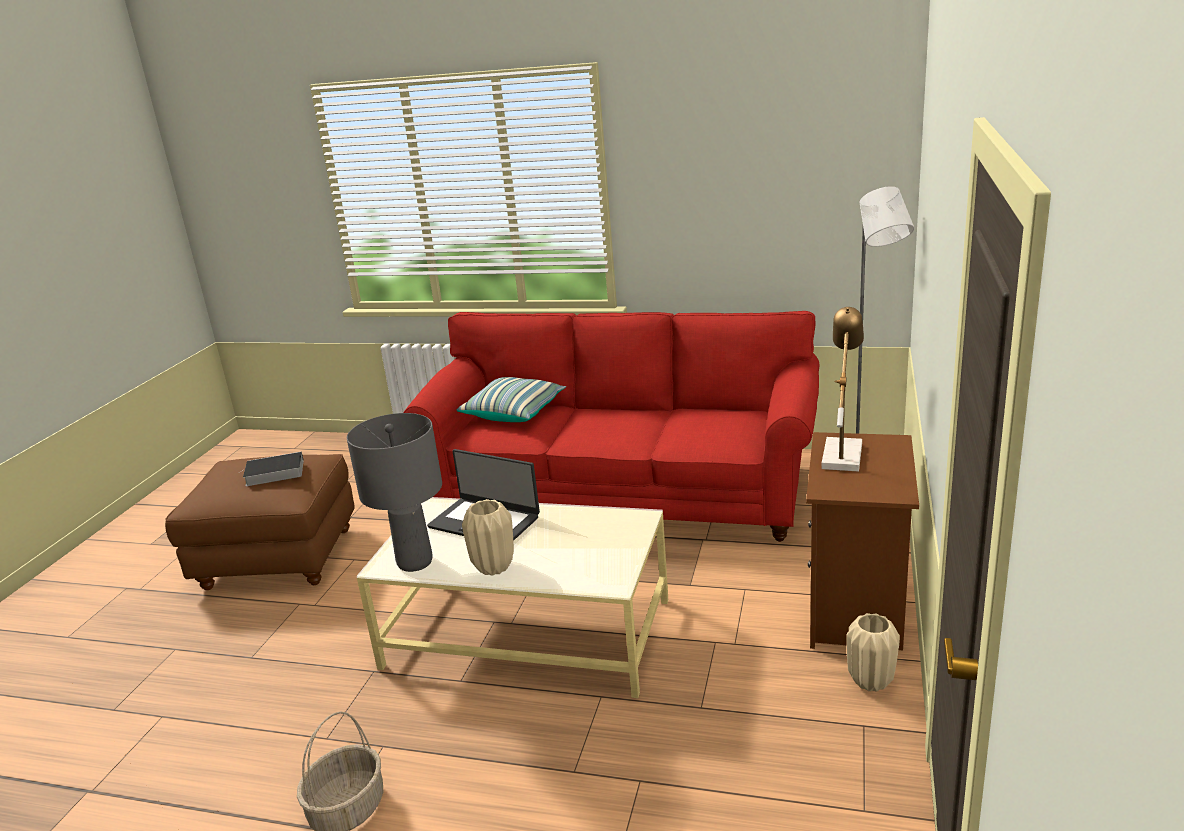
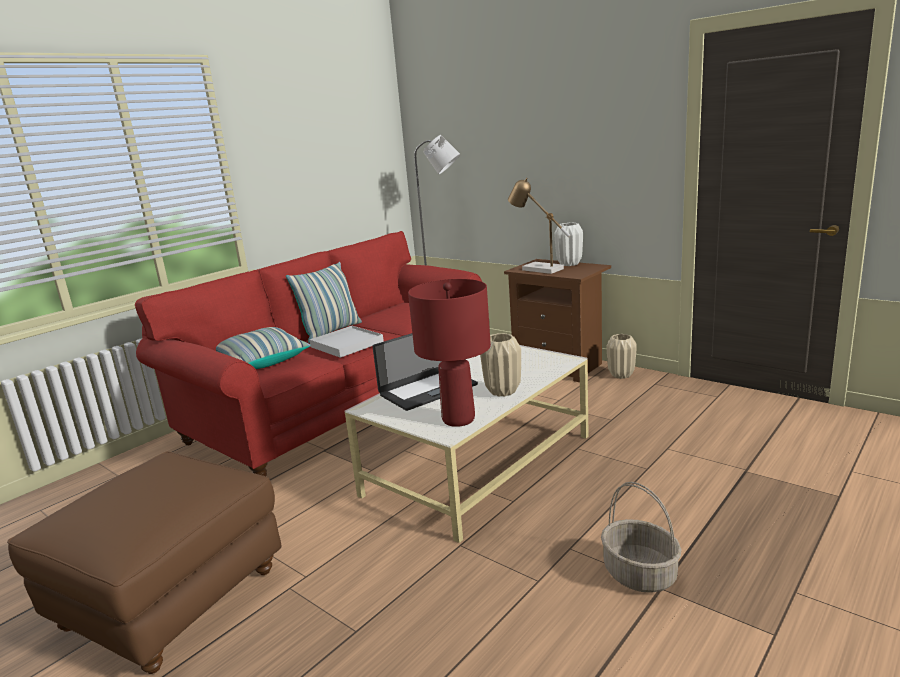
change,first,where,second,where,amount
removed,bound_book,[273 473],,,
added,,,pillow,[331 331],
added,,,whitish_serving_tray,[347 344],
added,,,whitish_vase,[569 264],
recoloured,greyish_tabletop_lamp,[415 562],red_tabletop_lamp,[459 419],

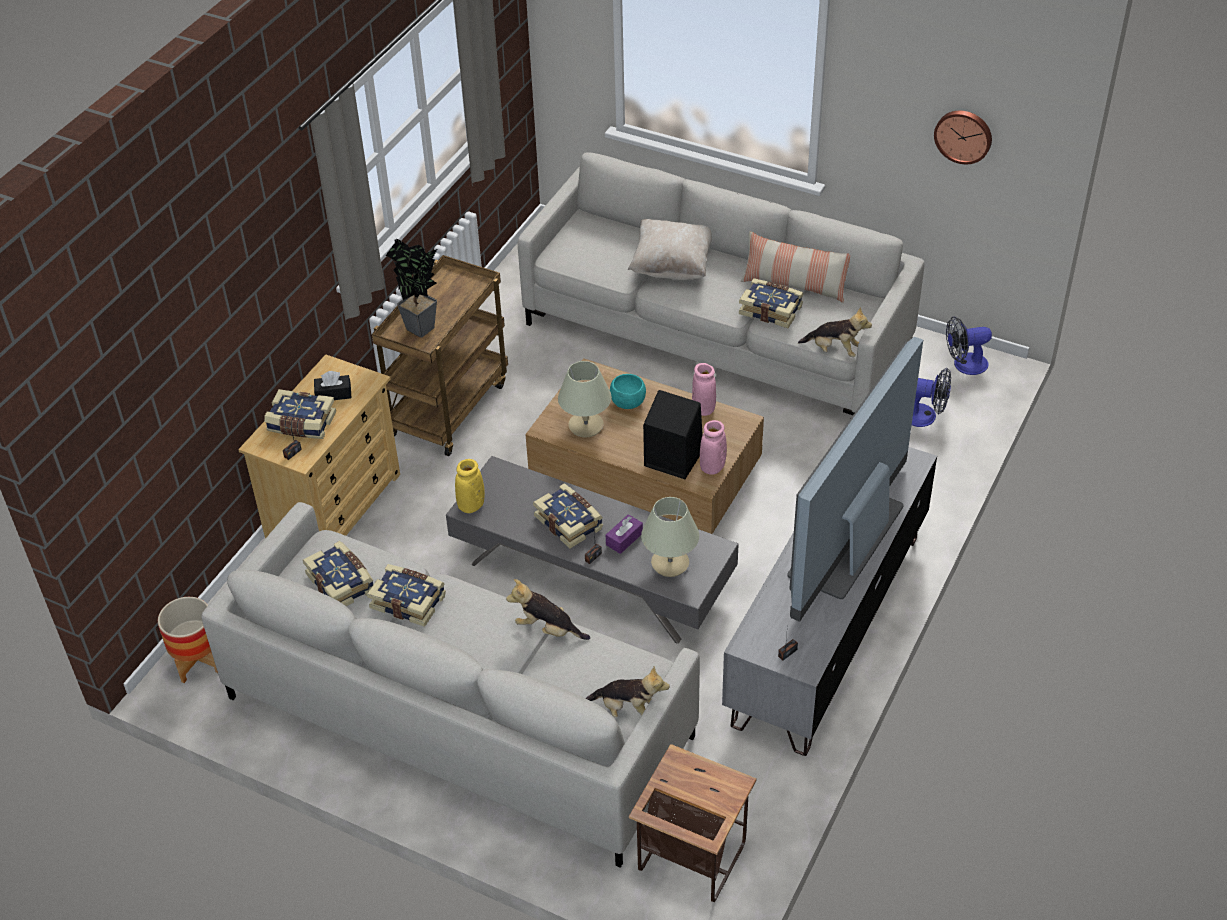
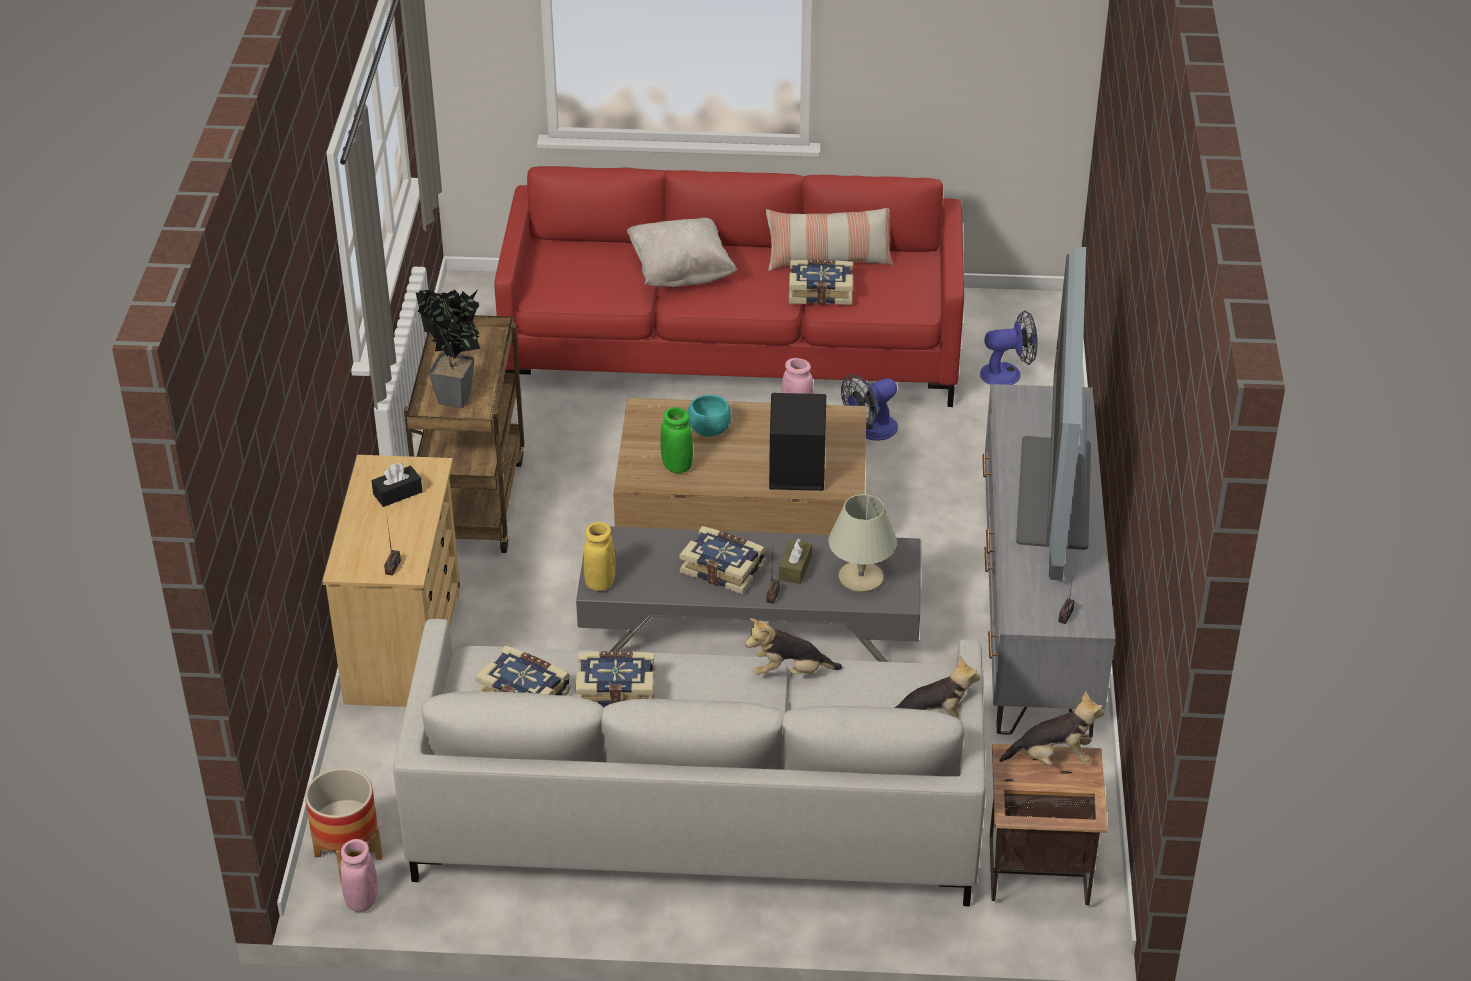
change,first,where,second,where,amount
removed,bound_book,[301 424],,,
removed,clock_on_the_wall,[963 135],,,
moved,pink_vase,[712 467],,[361 900],
moved,cuddly_toy,[834 350],,[1053 757],
moved,cooling_fan,[964 365],,[870 430],
replaced,beige-coloured_tabletop_lamp,[585 426],green-coloured_vase,[677 466],
recoloured,greyish_settee,[716 336],red_settee,[733 350],
recoloured,purple_tissue_box,[624 539],brown_tissue_box,[795 568],

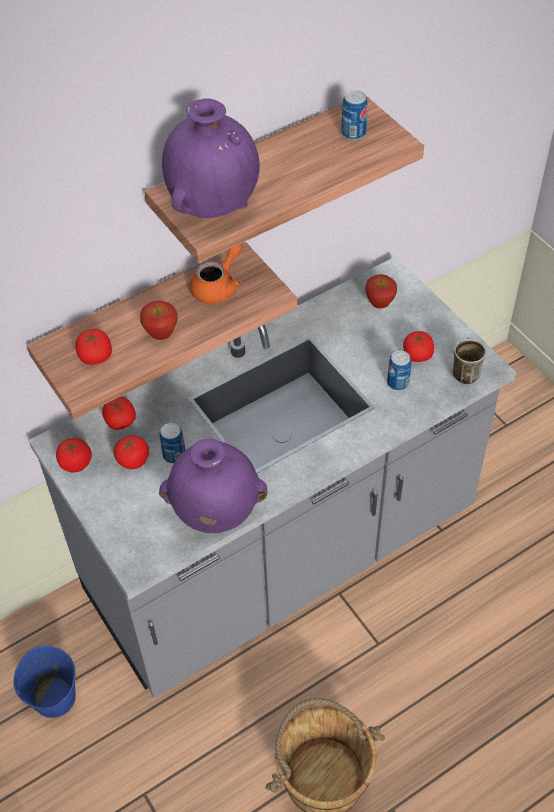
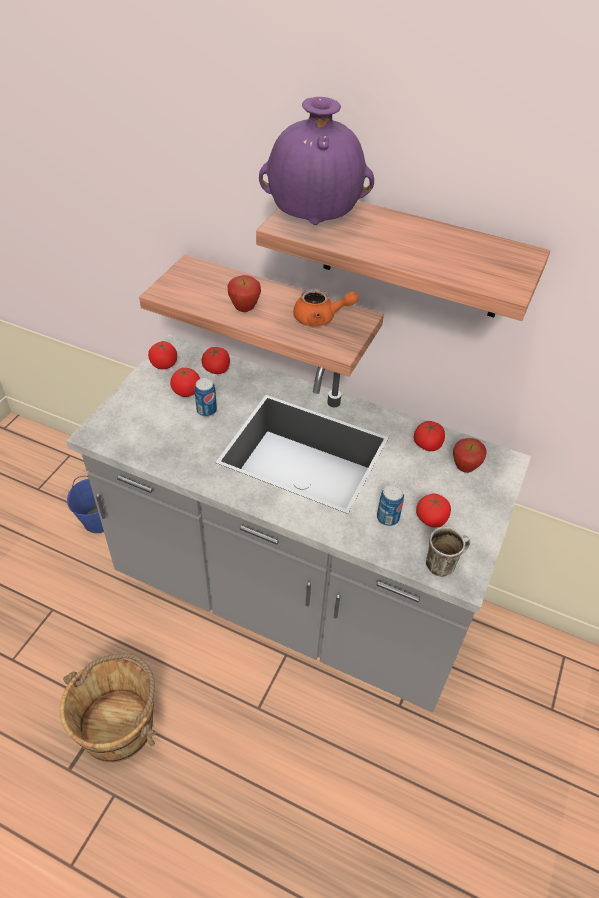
change,first,where,second,where,amount
removed,purple_vase,[215 513],,,
removed,sealed_can,[353 133],,,
moved,fresh_tomato,[95 356],,[427 444],

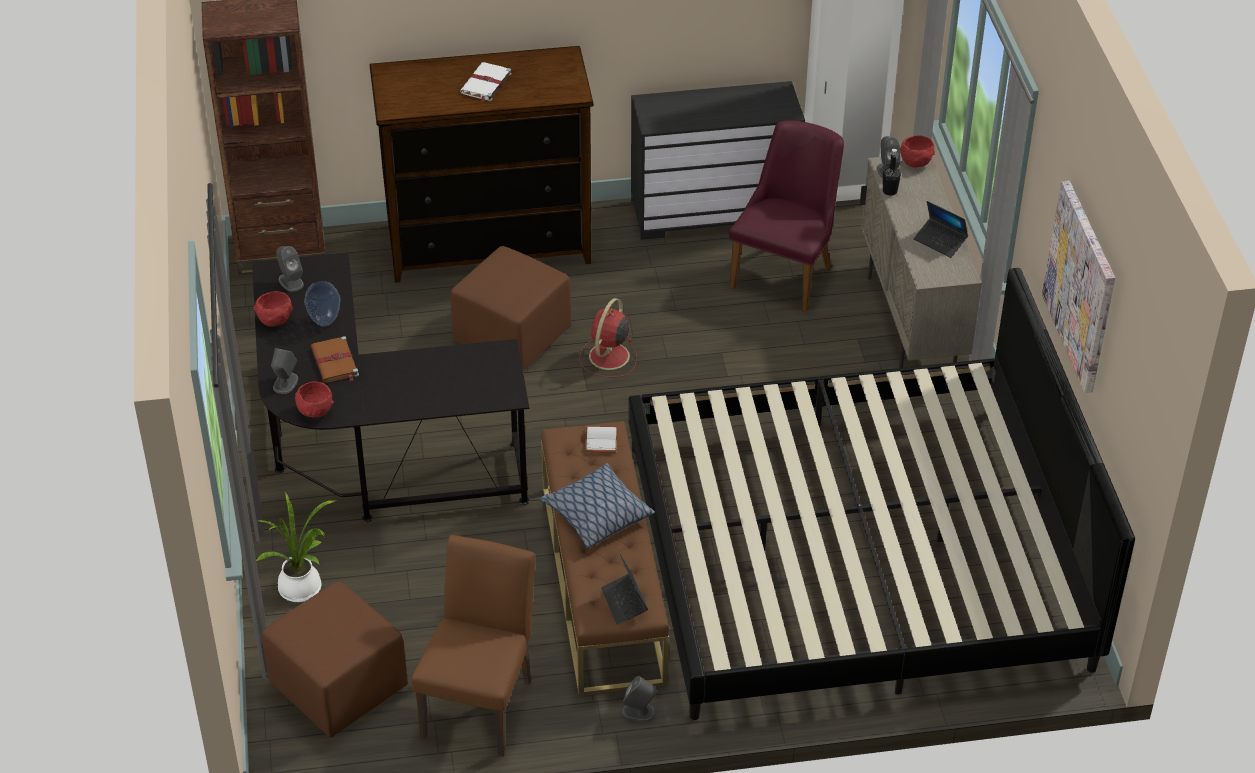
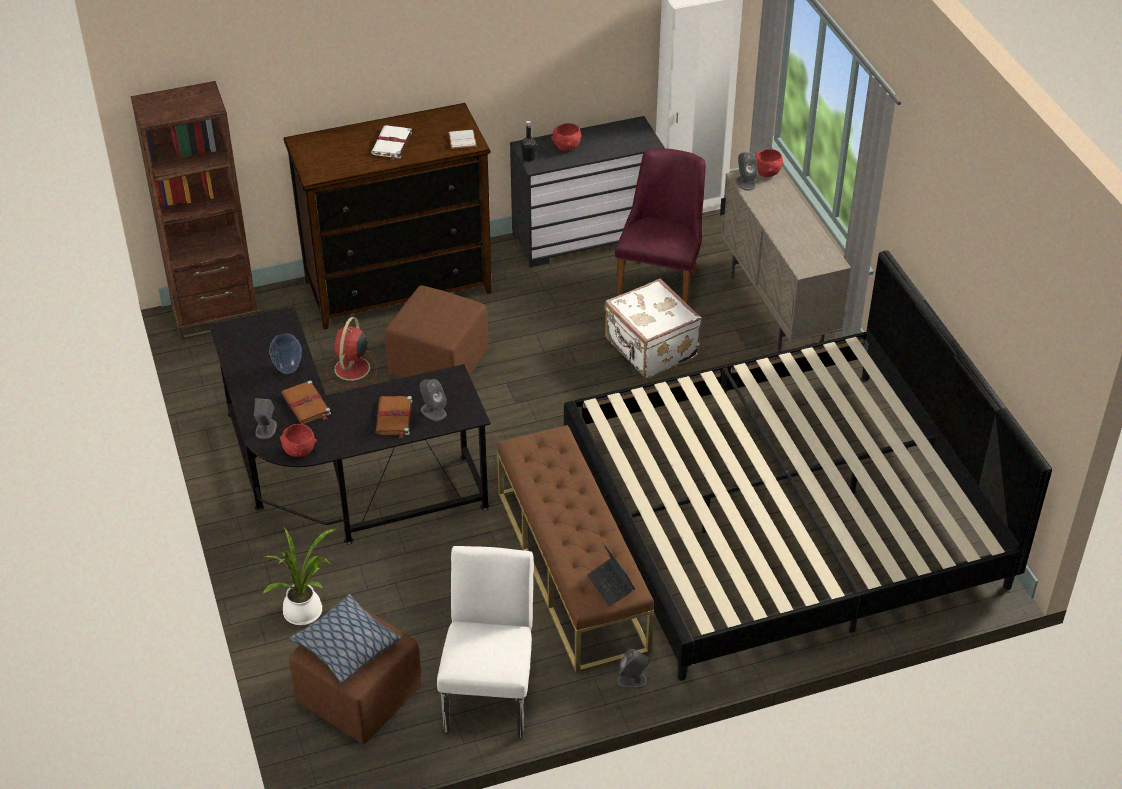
change,first,where,second,where,amount
removed,notebook_computer,[940 242],,,
removed,wall_art,[1081 286],,,
added,,,brown_bound_book,[394 418],
added,,,whitish_piece_of_luggage,[650 349],
moved,red_deep_dish,[275 320],,[567 147],
moved,greyish_speaker,[290 281],,[433 411],
moved,pillow,[596 515],,[346 646],
moved,red_cooling_fan,[608 357],,[351 369],
moved,whitish_bound_book,[600 440],,[461 140],
moved,black_beverage_bottle,[890 191],,[529 158],
recoloured,brown_plain_chair,[481 701],whitish_plain_chair,[490 691],

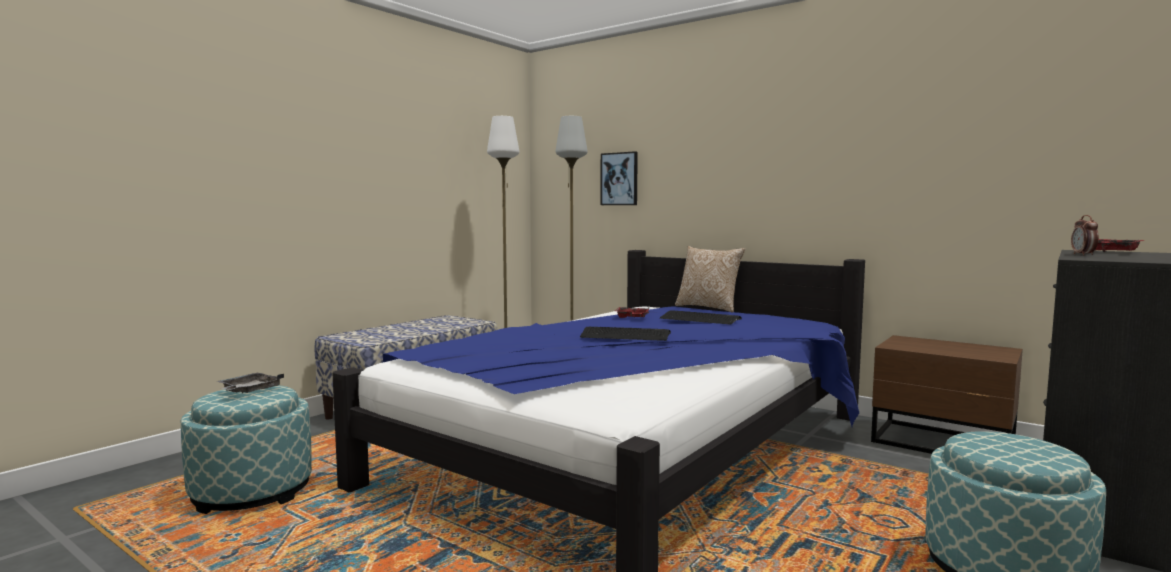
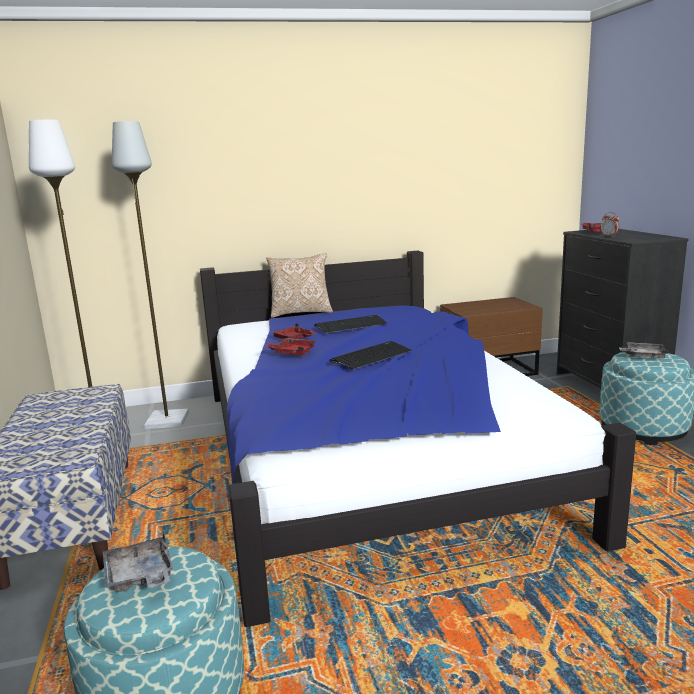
change,first,where,second,where,amount
removed,wall_art,[619 179],,,
added,,,red_serving_tray,[292 352],
added,,,greyish_serving_tray,[643 356],

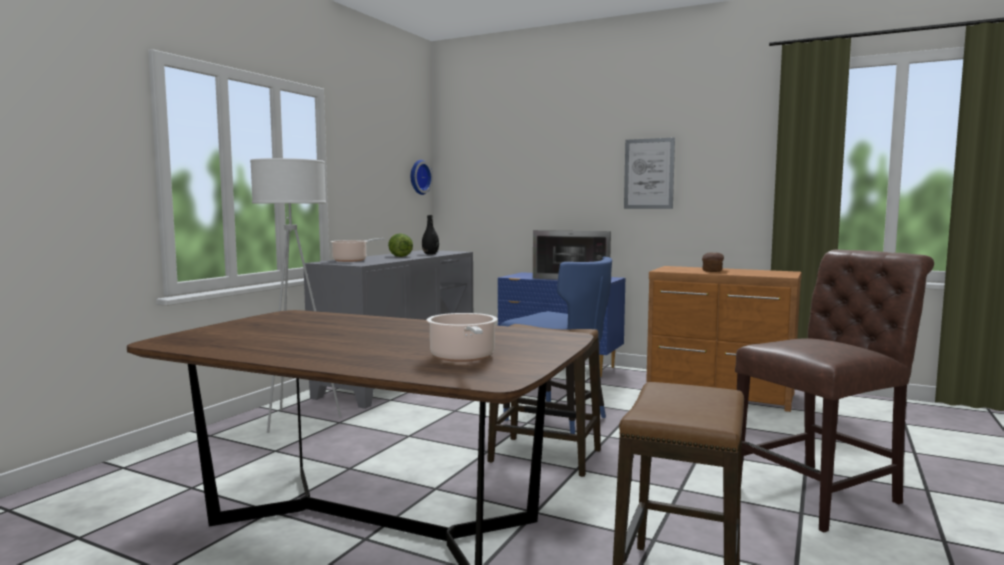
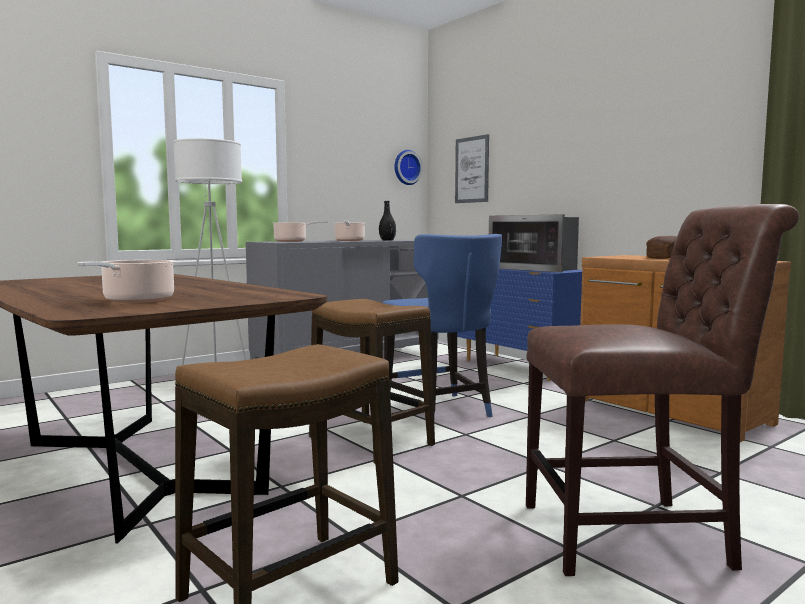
change,first,where,second,where,amount
moved,wall_art,[649 173],,[472 170],
replaced,head_of_lettuce,[400 256],saucepot,[349 240],

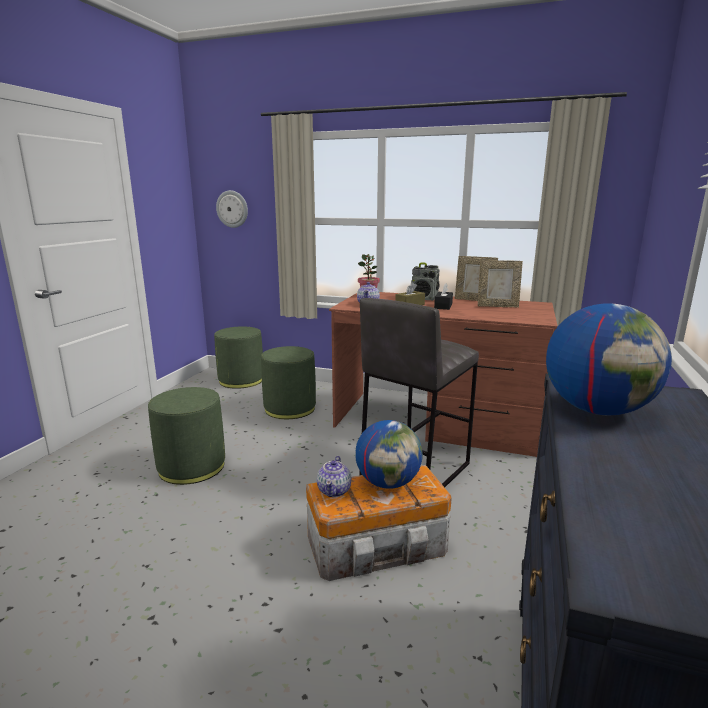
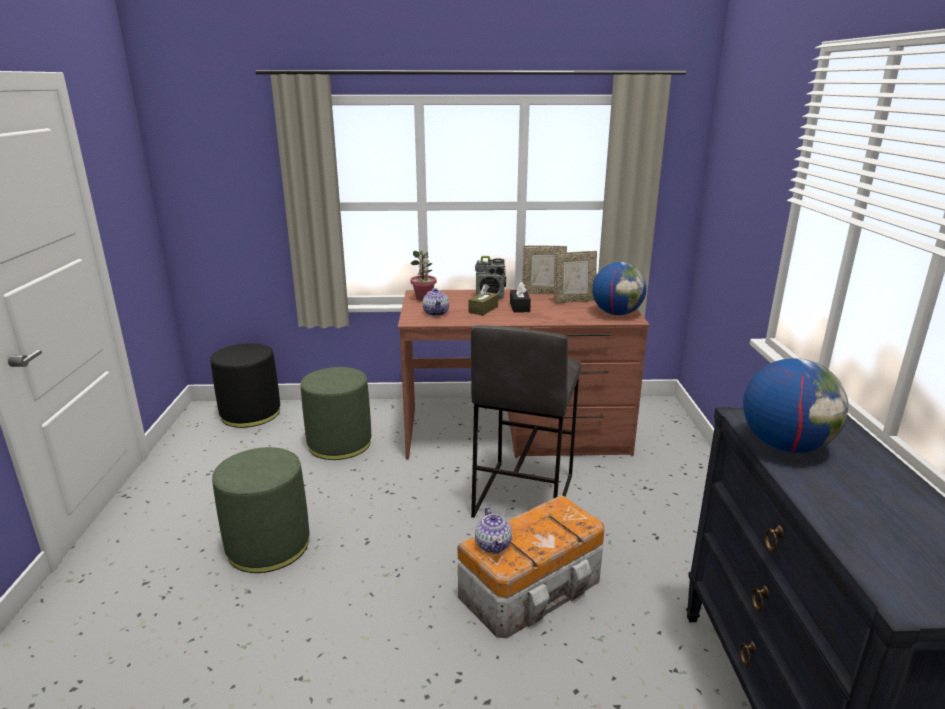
change,first,where,second,where,amount
removed,clock_on_the_wall,[232 209],,,
moved,desk_globe,[388 483],,[617 313],
recoloured,green-coloured_footrest,[241 380],black_footrest,[251 414],

